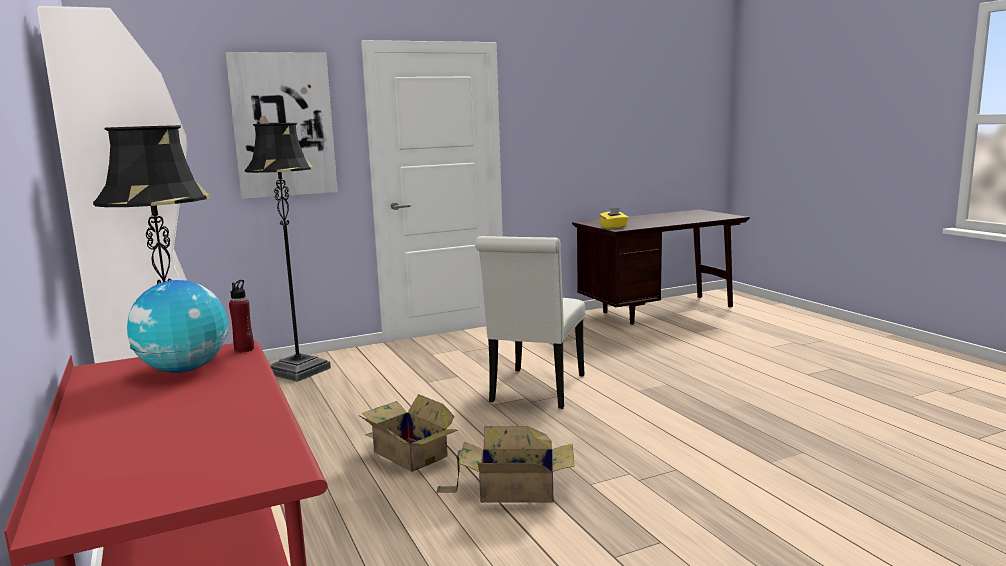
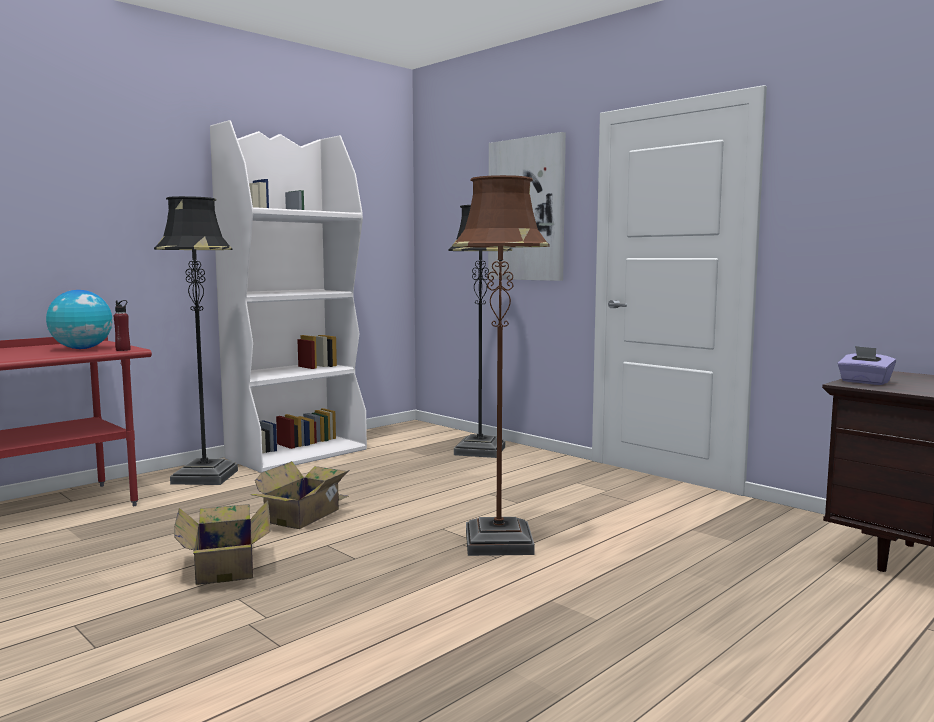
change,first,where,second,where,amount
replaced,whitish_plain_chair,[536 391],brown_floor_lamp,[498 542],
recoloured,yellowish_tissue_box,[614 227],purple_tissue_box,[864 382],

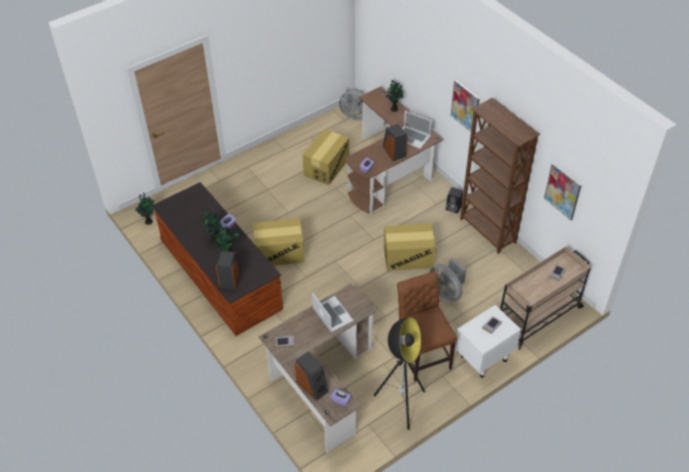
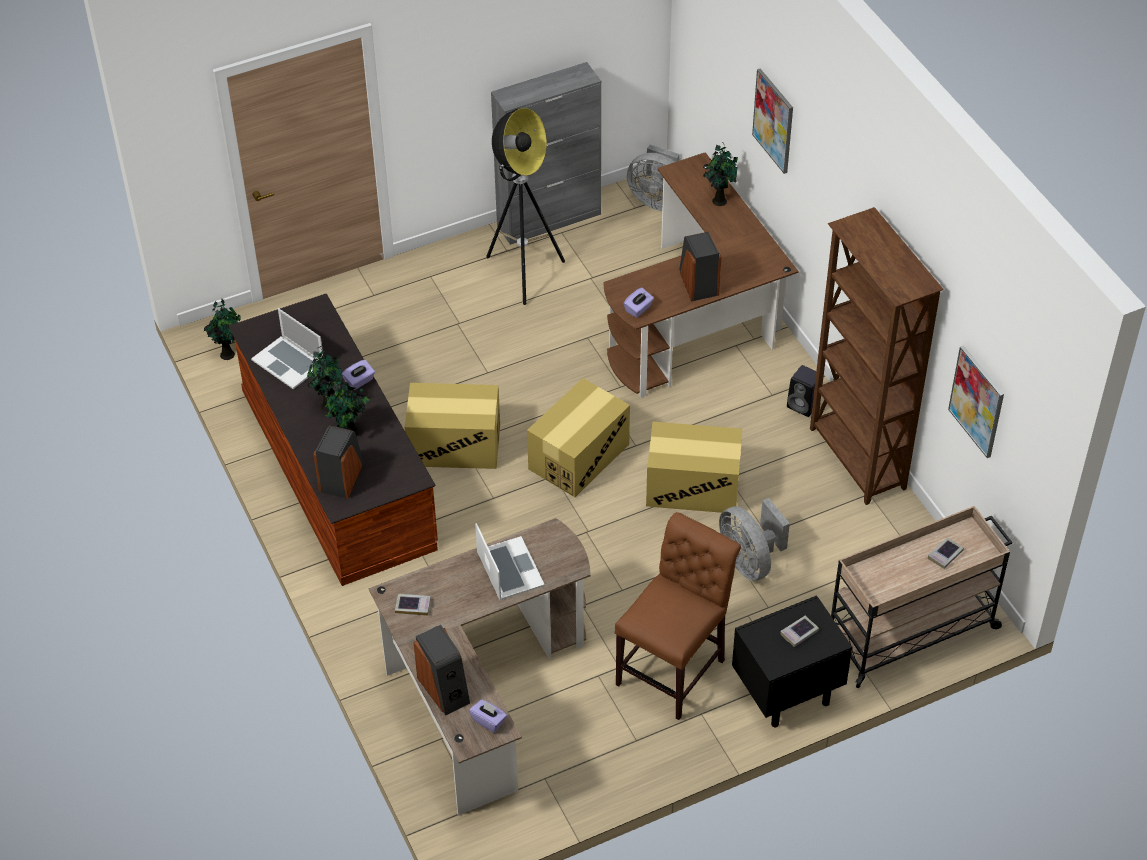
change,first,where,second,where,amount
added,,,greyish_cabinet,[549 219],
moved,cardboard_box,[326 167],,[579 456],
moved,floor_lamp,[400 404],,[523 273],
moved,notebook_computer,[412 137],,[288 362],
moved,wall_art,[465 106],,[773 120],
recoloured,whitish_nightstand,[483 358],black_nightstand,[785 693],
turned,brown_plain_chair,[422 353],,[675 668],45 degrees clockwise

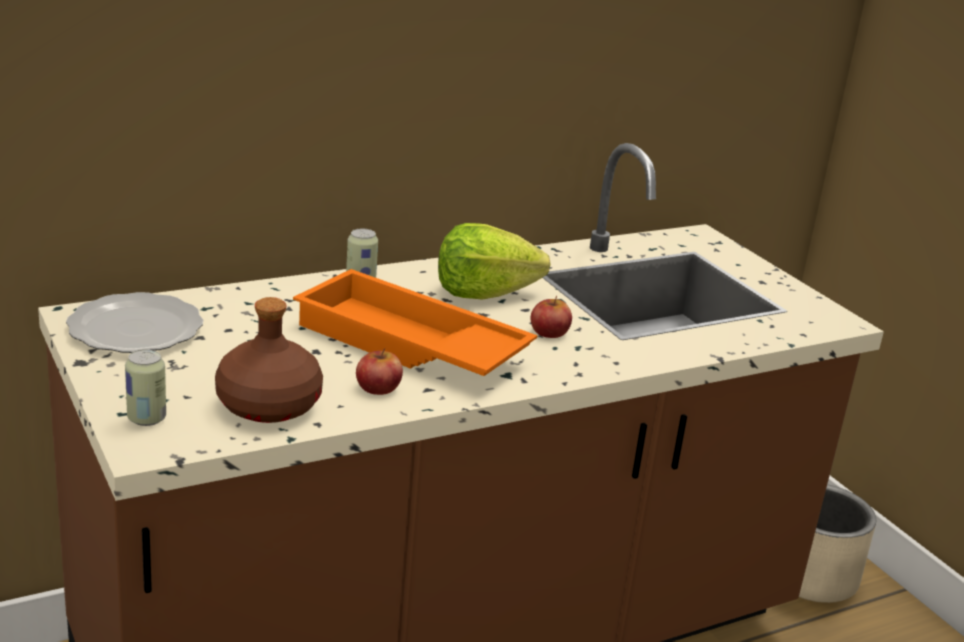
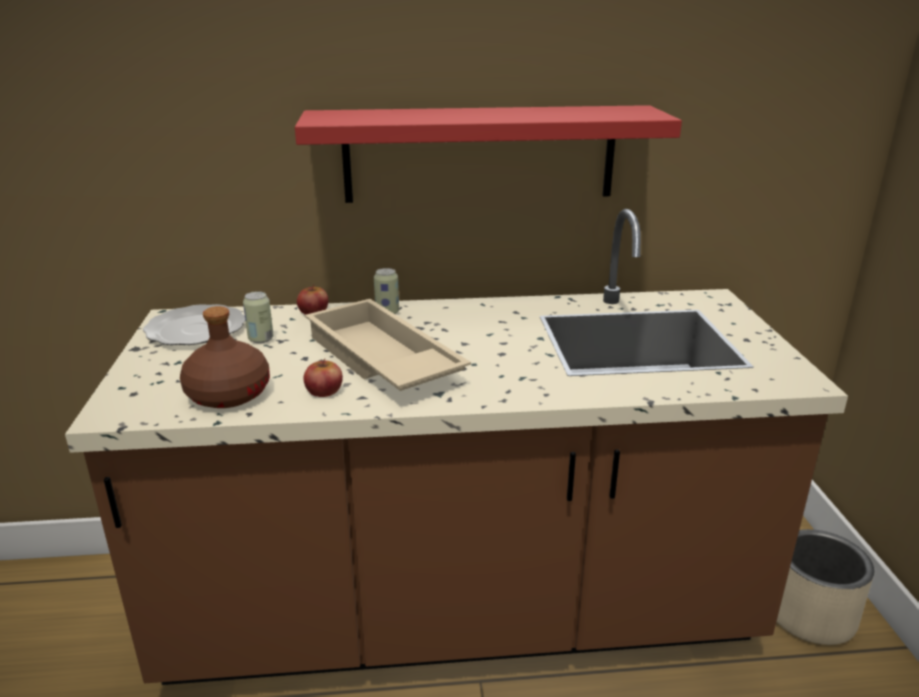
change,first,where,second,where,amount
removed,head_of_lettuce,[484 293],,,
added,,,red_wall_shelf,[480 154],
moved,sealed_can,[146 419],,[261 339],
moved,whole_apple,[549 331],,[313 311],
recoloured,orange-coloured_serving_tray,[407 344],beige-coloured_serving_tray,[379 360],

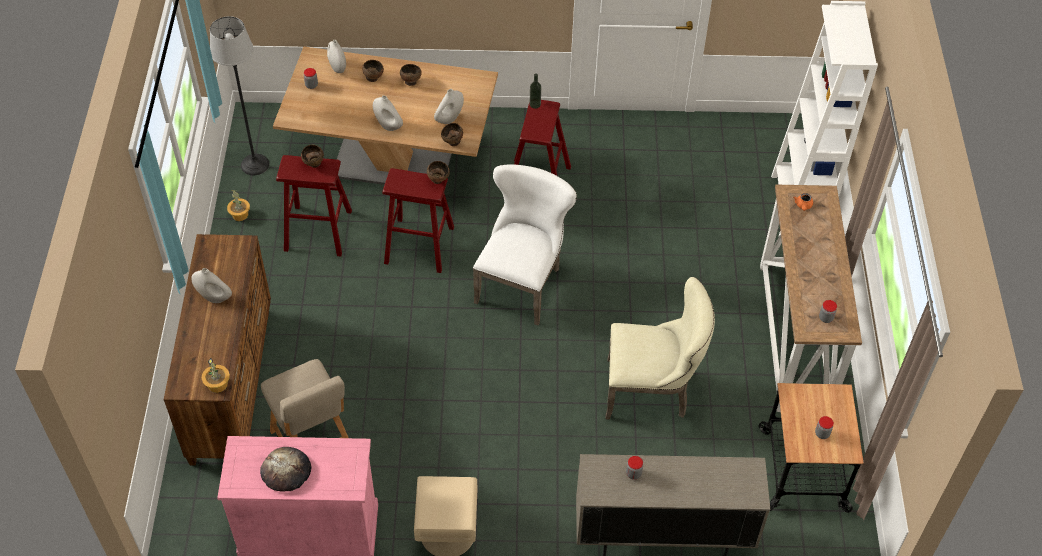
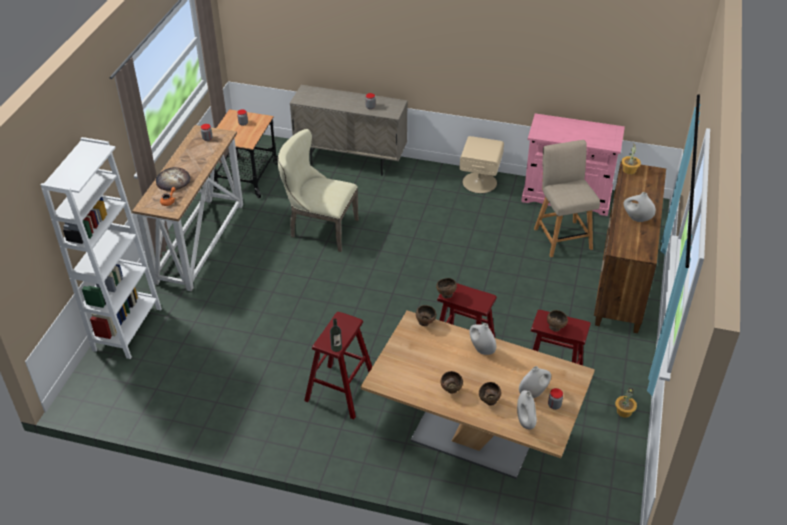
change,first,where,second,where,amount
removed,floor_lamp,[255 164],,,
removed,whitish_plain_chair,[522 282],,,
moved,baked_bread,[286 471],,[173 181],
moved,whitish_vase,[449 119],,[533 393],

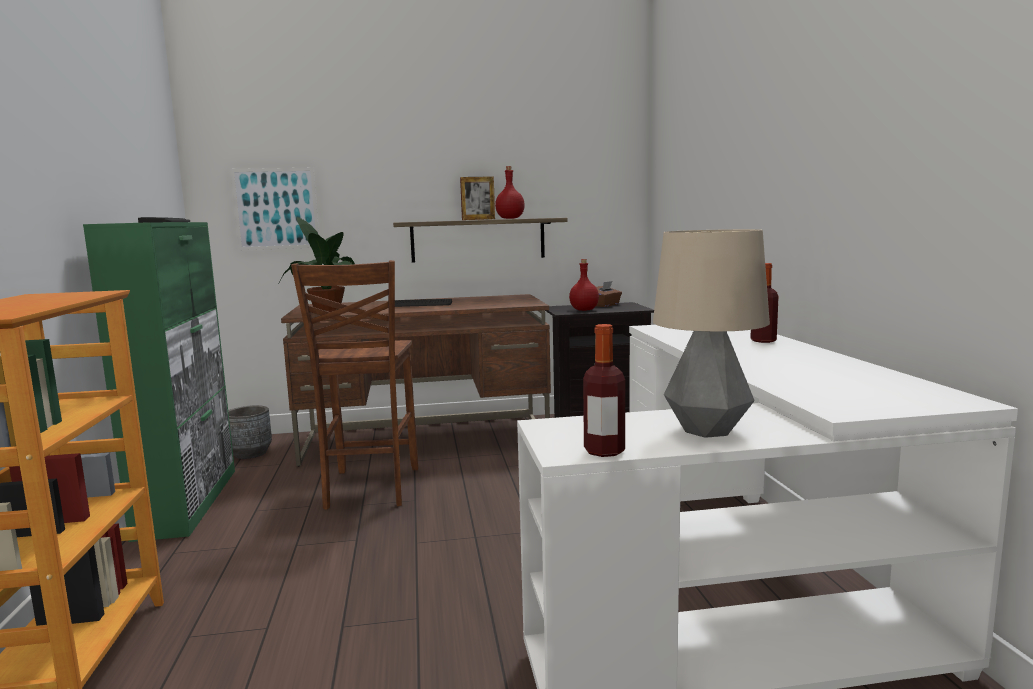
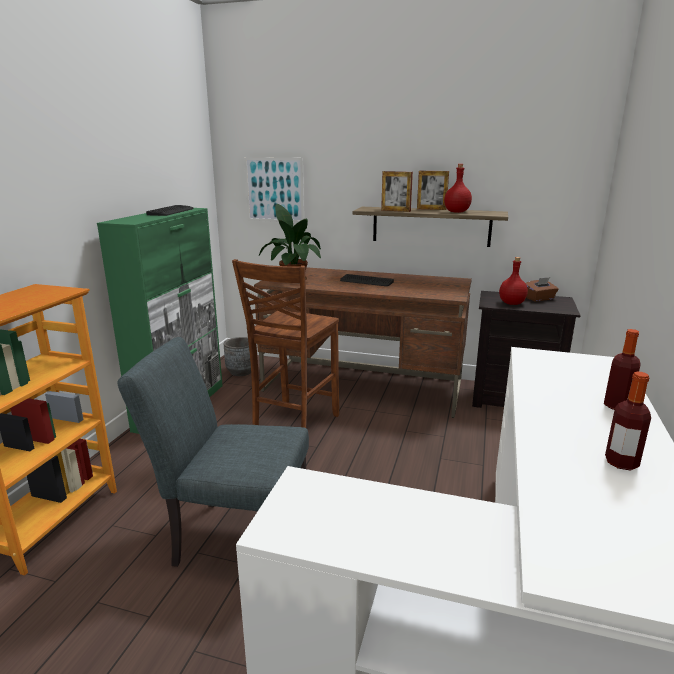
change,first,where,second,where,amount
removed,tabletop_lamp,[706 430],,,
added,,,greyish_plain_chair,[232 537],
added,,,picture_frame,[395 210],
moved,beverage_bottle,[604 451],,[621 462],

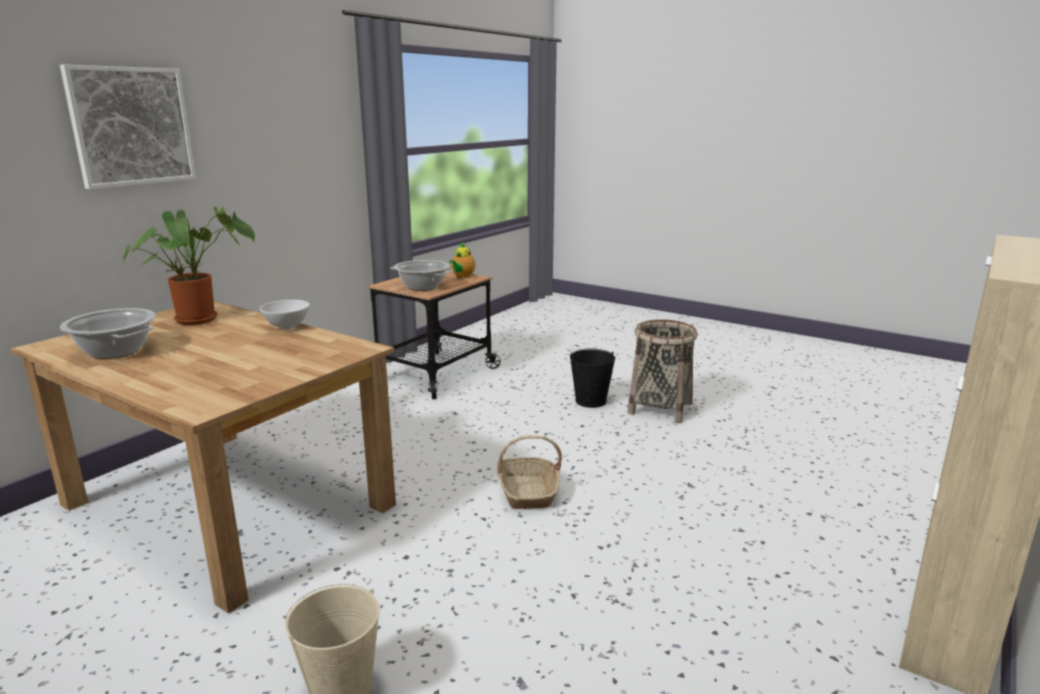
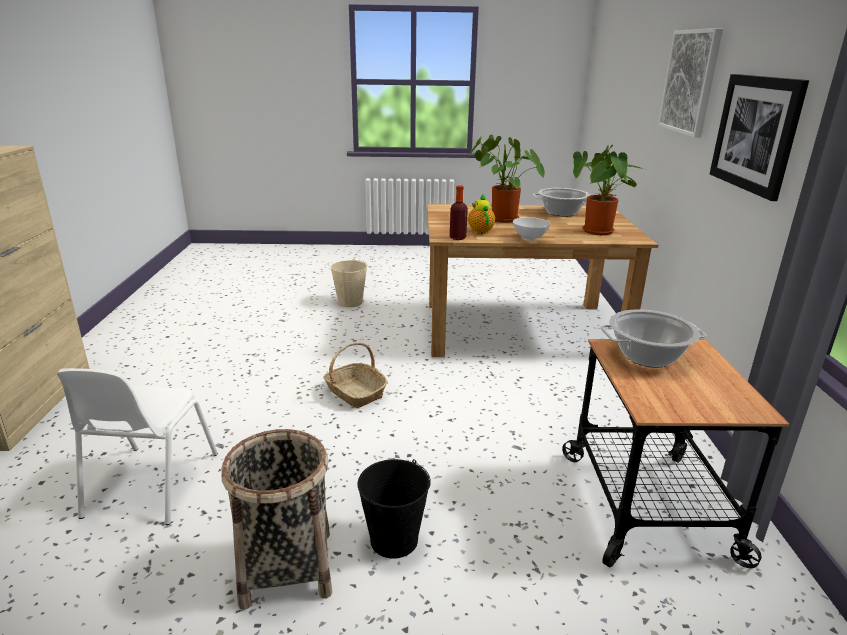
change,first,where,second,where,amount
added,,,whitish_plain_chair,[150 485],
added,,,beverage_bottle,[457 238],
added,,,potted_plant,[500 219],
added,,,wall_art,[756 133],
moved,teapot,[462 276],,[480 231],

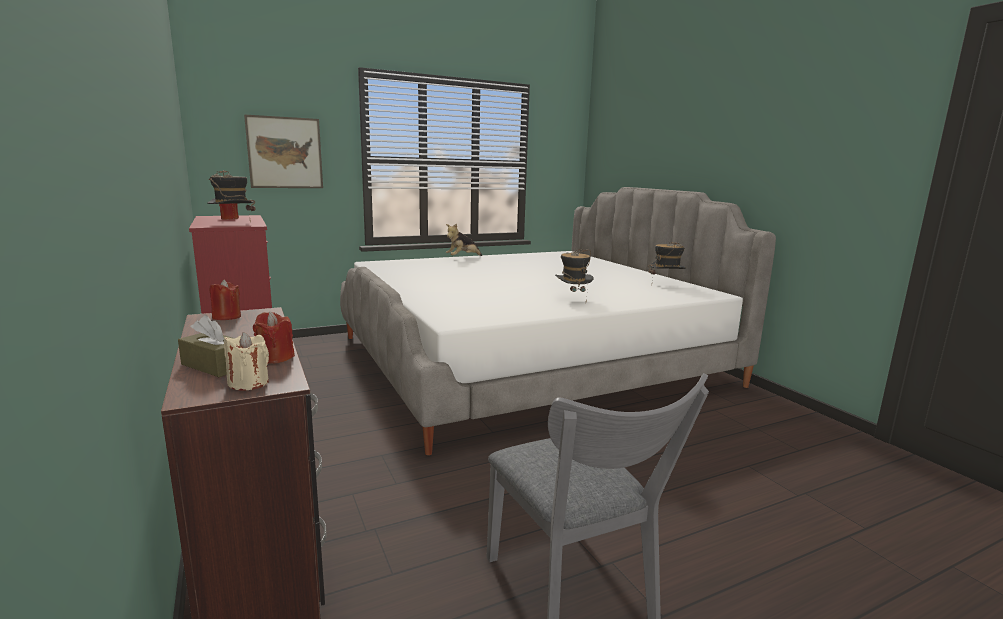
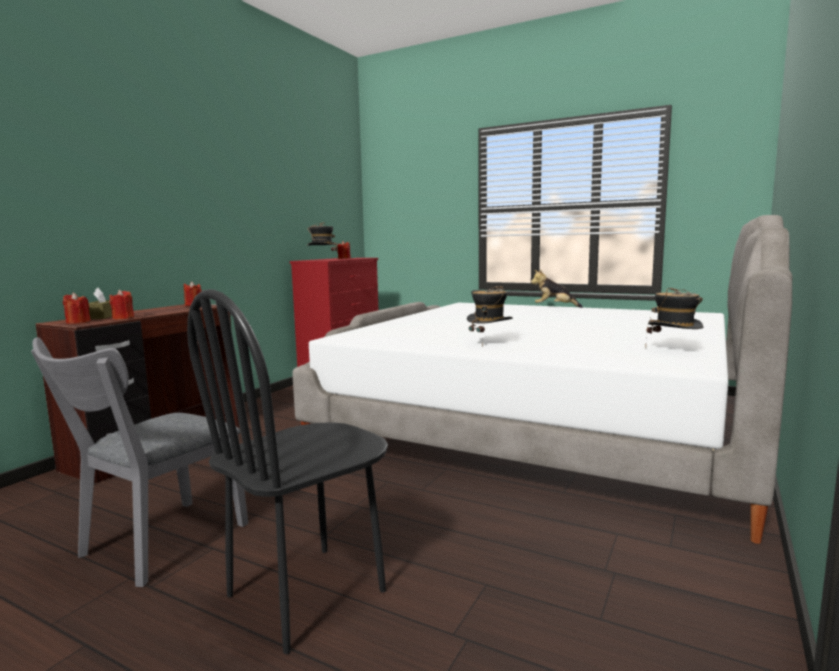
change,first,where,second,where,amount
removed,wall_art,[285 153],,,
added,,,black_plain_chair,[307 594],
recoloured,beige-coloured_wax_light,[248 383],red_wax_light,[78 322],

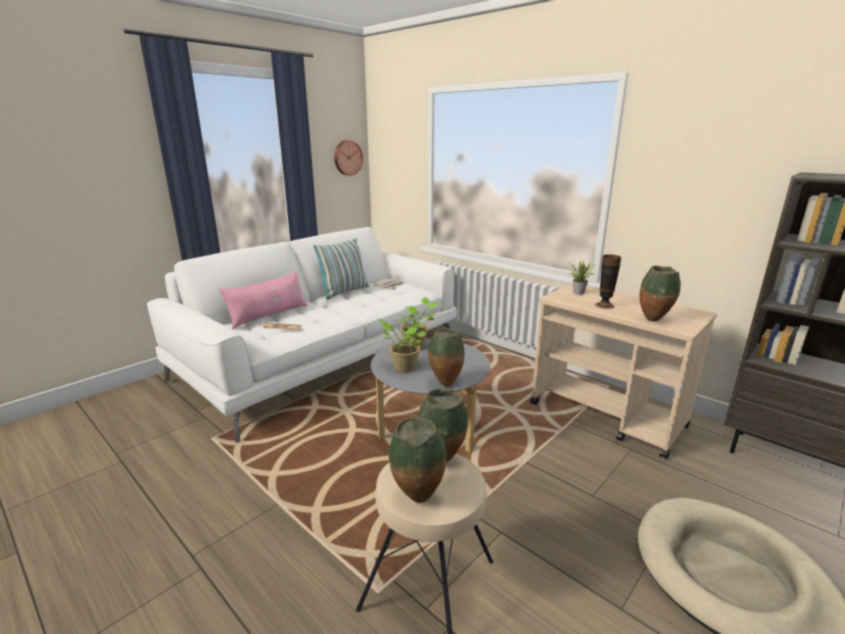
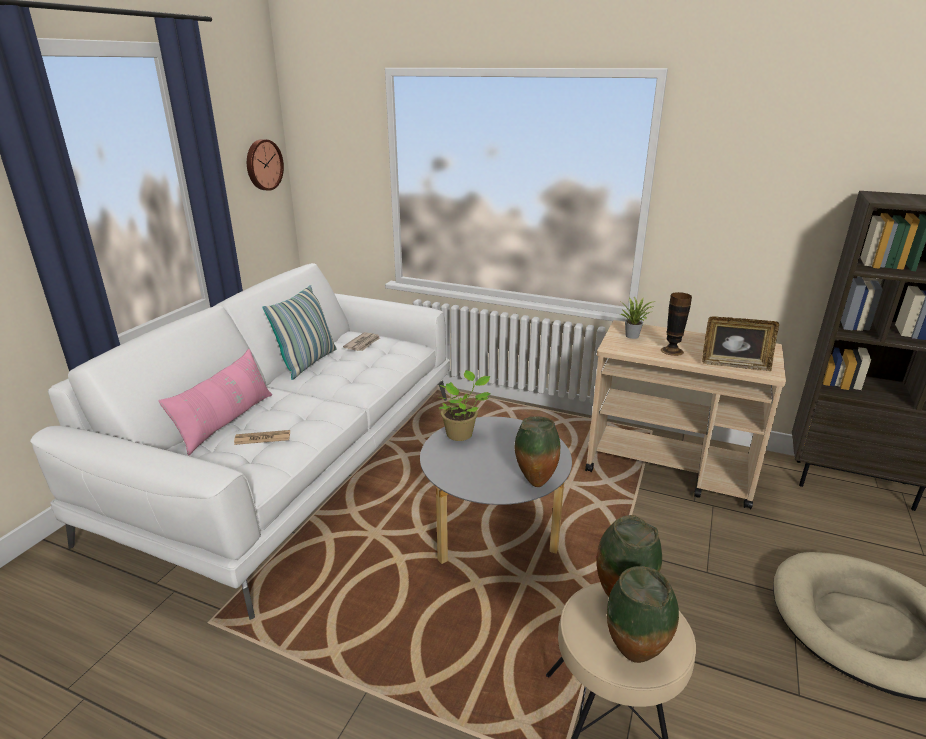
change,first,where,second,where,amount
removed,potted_plant,[403 367],,,
replaced,vase,[654 320],picture_frame,[734 365],

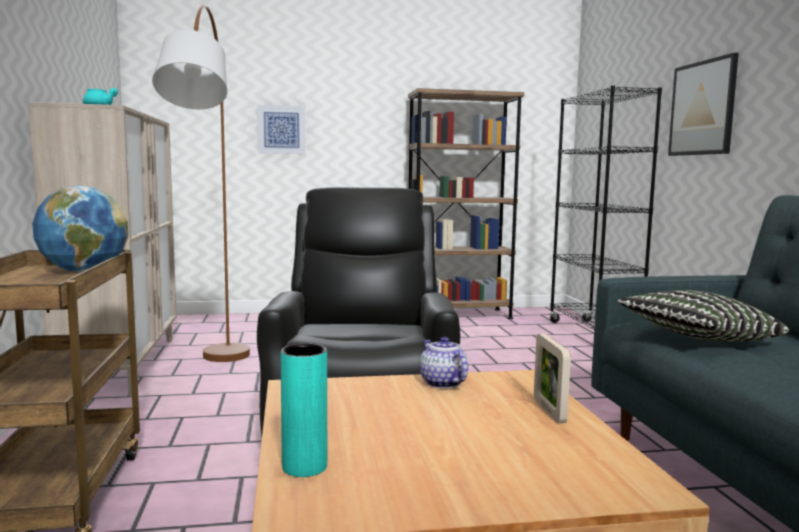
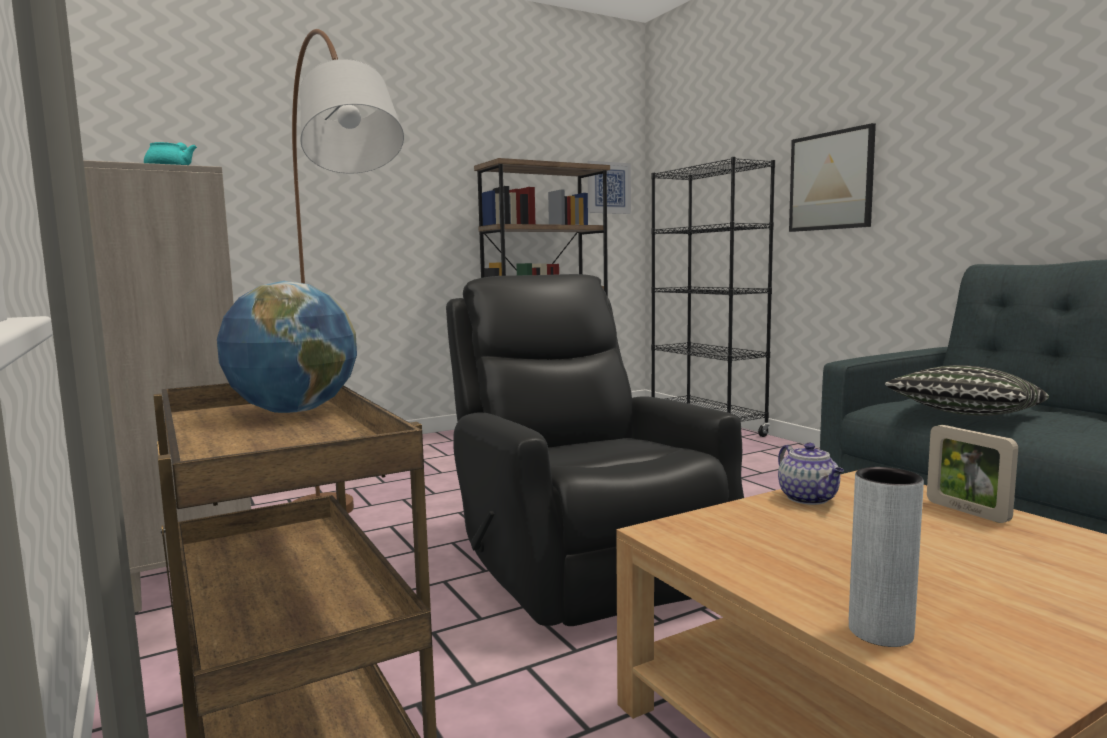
change,first,where,second,where,amount
moved,wall_art,[281 129],,[608 188],
recoloured,turquoise_vase,[304 467],greyish_vase,[880 632],
turned,teapot,[442 383],,[809 499],150 degrees counterclockwise

